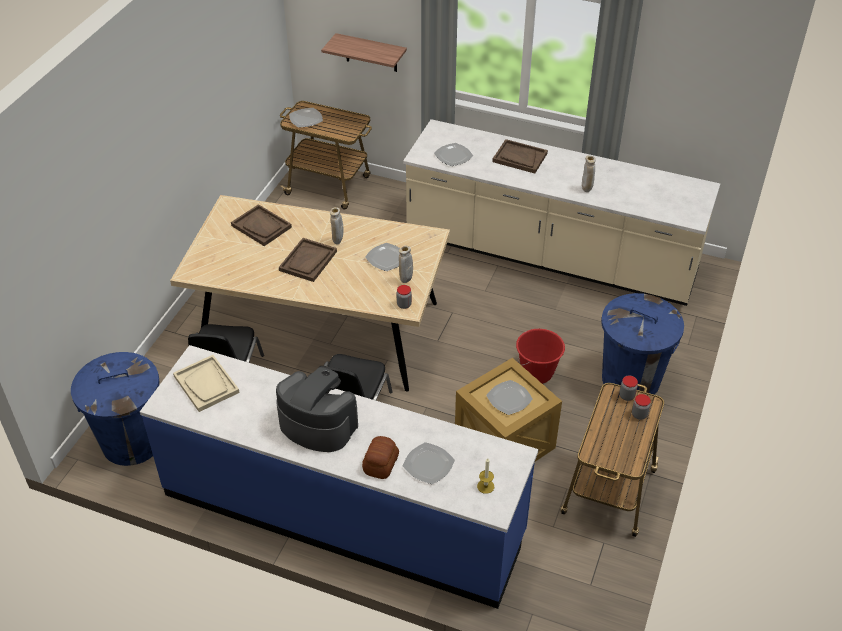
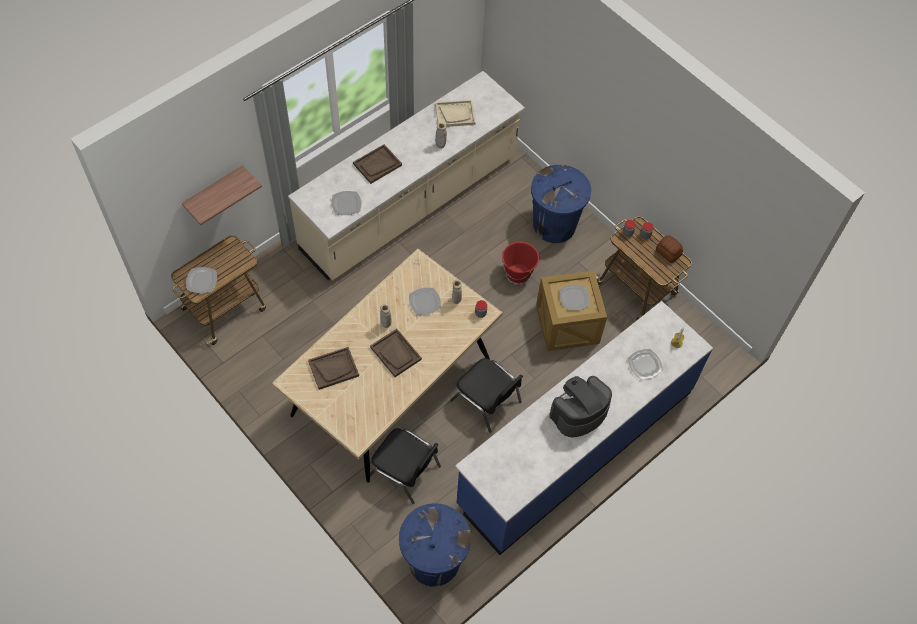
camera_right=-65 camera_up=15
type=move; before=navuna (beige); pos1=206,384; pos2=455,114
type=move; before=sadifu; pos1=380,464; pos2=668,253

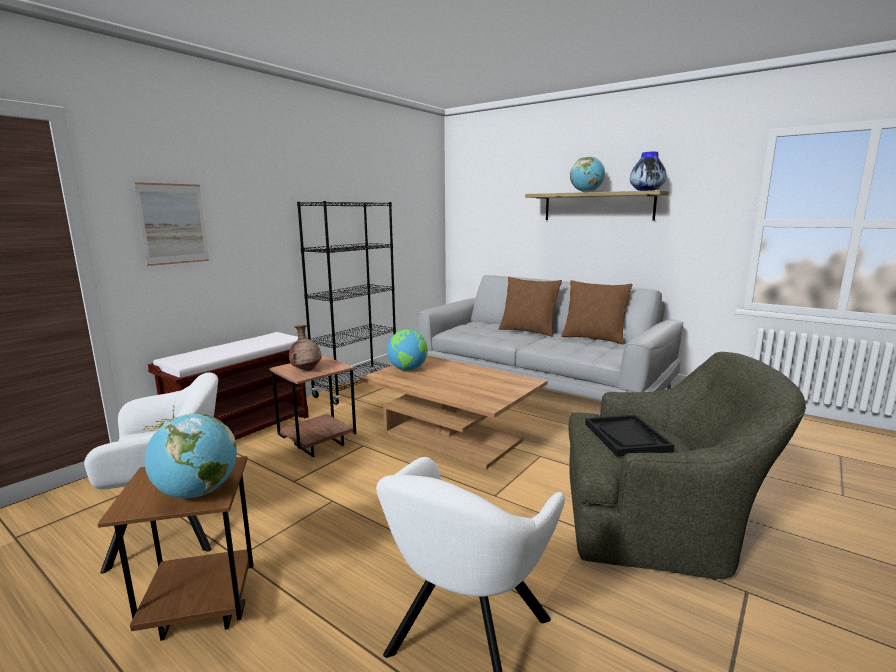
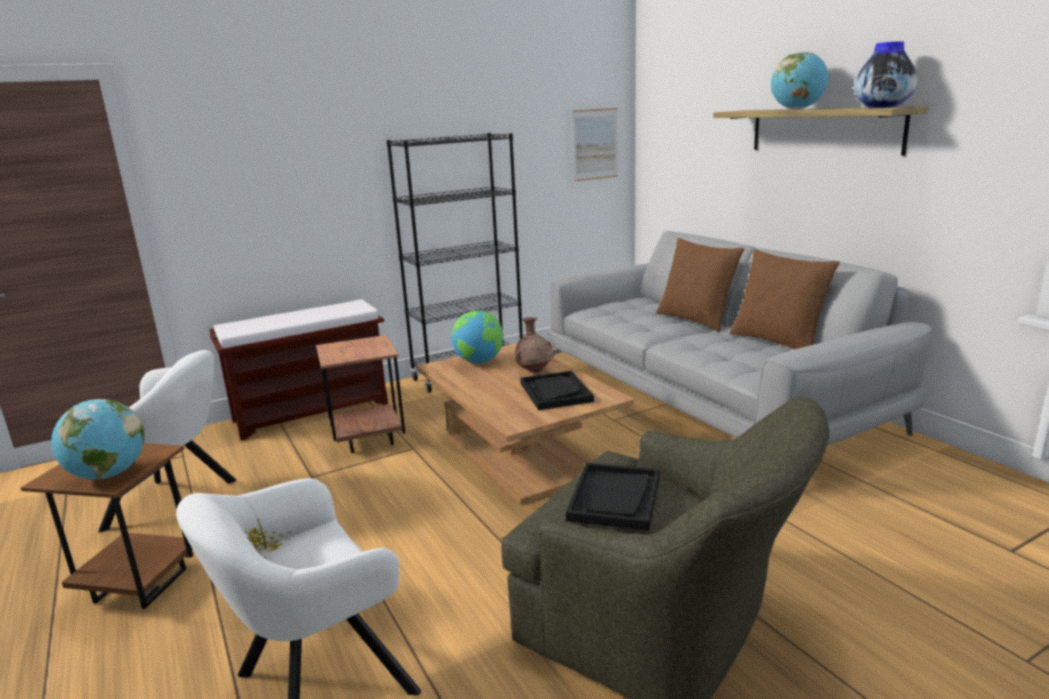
camera_right=25 camera_up=5
type=move; before=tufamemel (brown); pos1=306,370; pos2=534,371
type=insert; after=navuna (black); pos2=555,392
type=move; before=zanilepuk; pos1=173,224; pos2=595,144

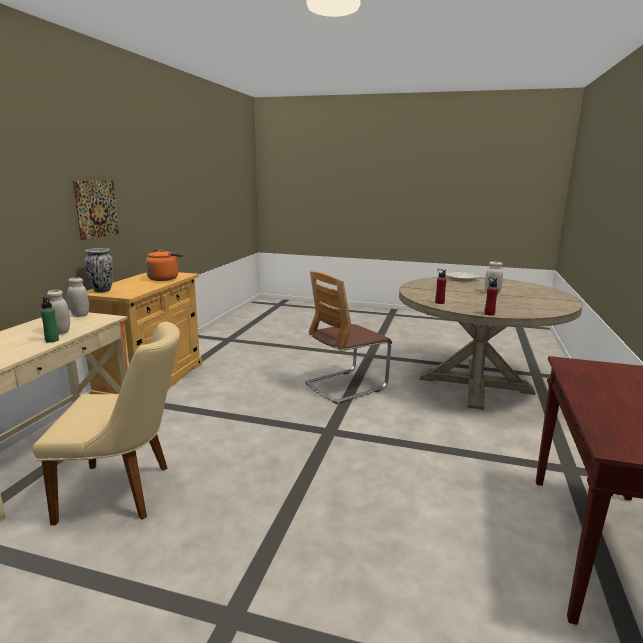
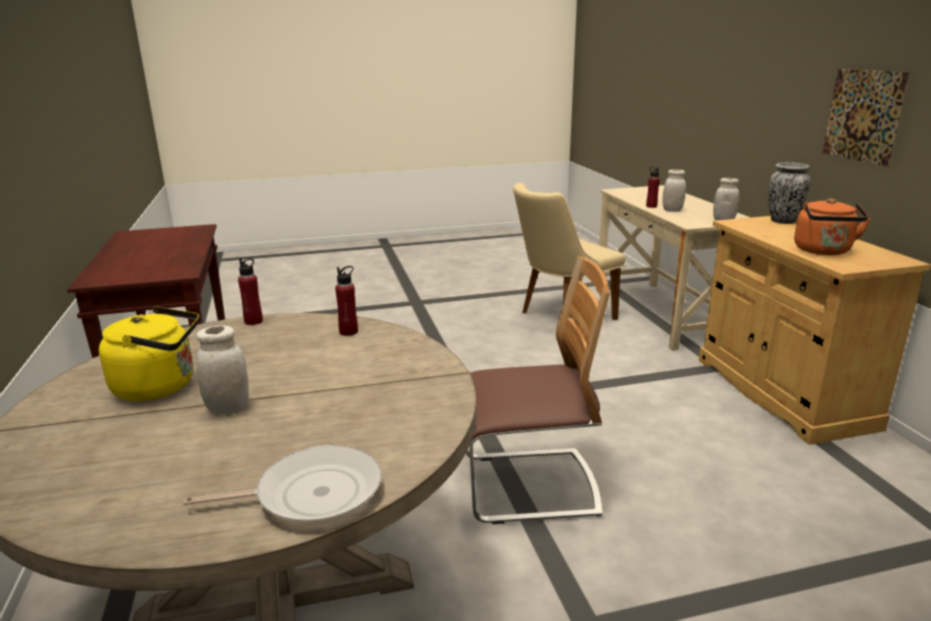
camera_right=150 camera_up=5
type=insert; after=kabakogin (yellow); pos2=160,386
type=rotate; before=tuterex; pos1=345,386; pos2=528,486; turn=60
type=recolor; before=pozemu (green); after=pozemu (red); pos1=52,340; pos2=651,206

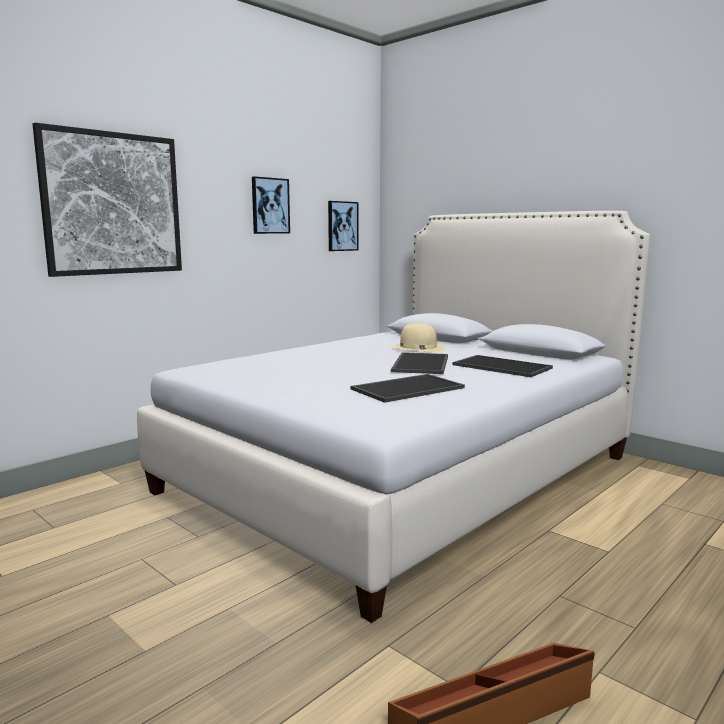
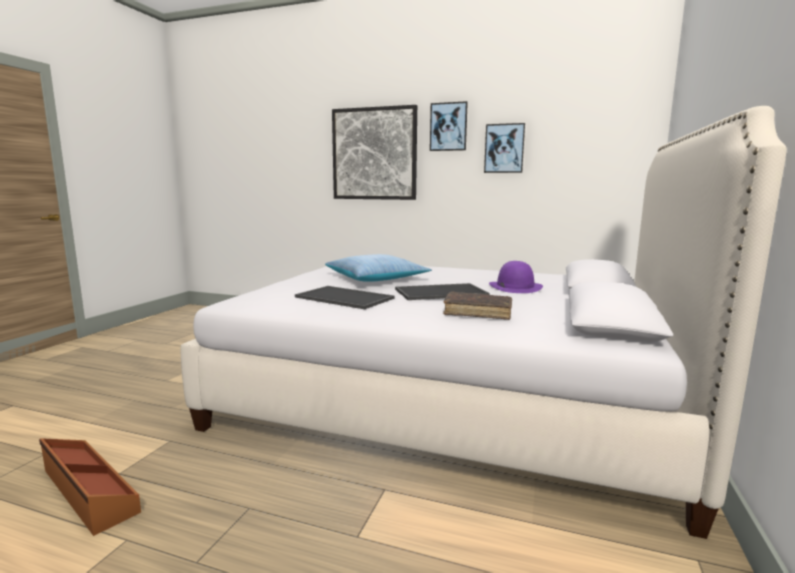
camera_right=65 camera_up=0
type=insert; after=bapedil; pos2=376,278
type=move; before=zanilepuk; pos1=342,226; pos2=448,127
type=replace; before=navuna; after=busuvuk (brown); pos1=500,366; pos2=477,312
type=recolor; before=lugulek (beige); after=lugulek (purple); pos1=418,348; pos2=515,287

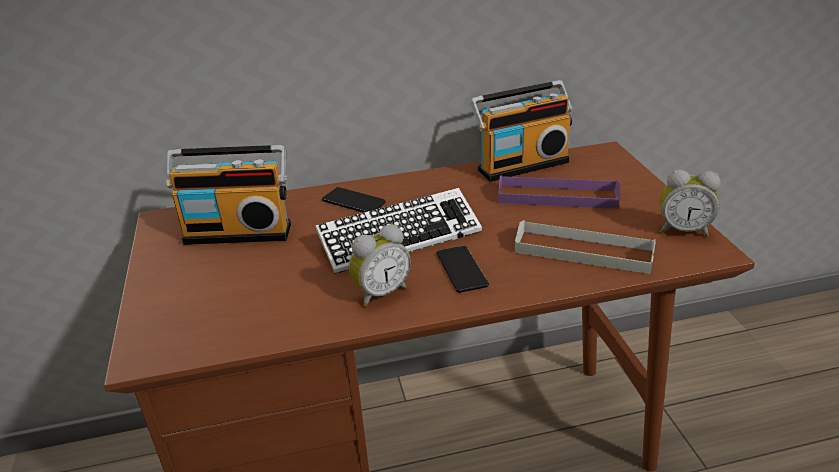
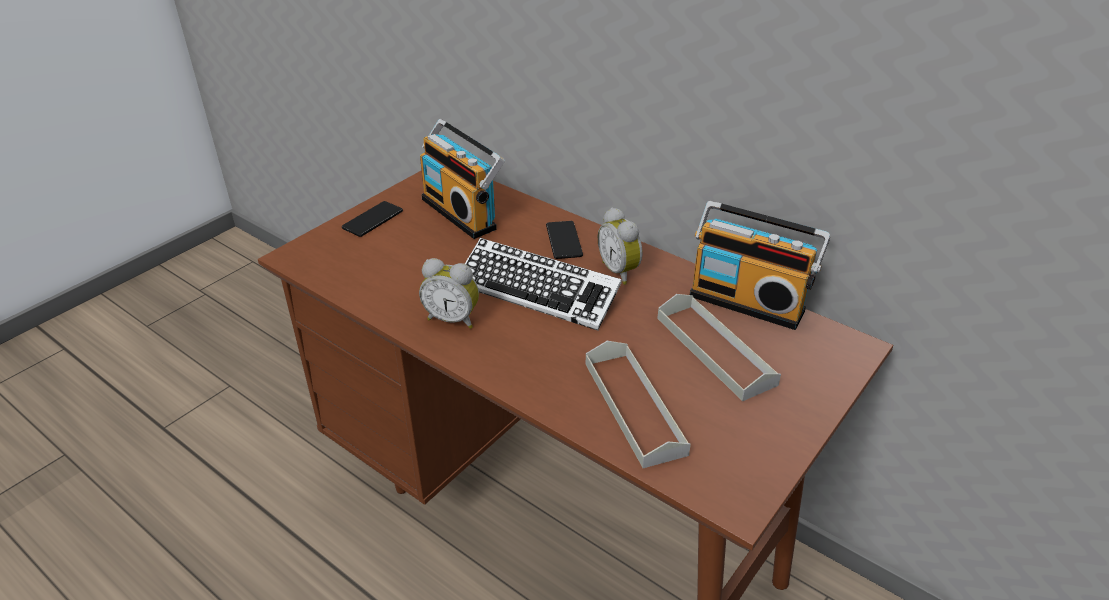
camera_right=50 camera_up=5
type=move; before=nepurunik; pos1=461,269; pos2=373,220
type=move; before=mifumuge; pos1=683,230; pos2=621,271
type=recolor; before=navuna (purple); after=navuna (grey); pos1=557,196; pos2=715,350

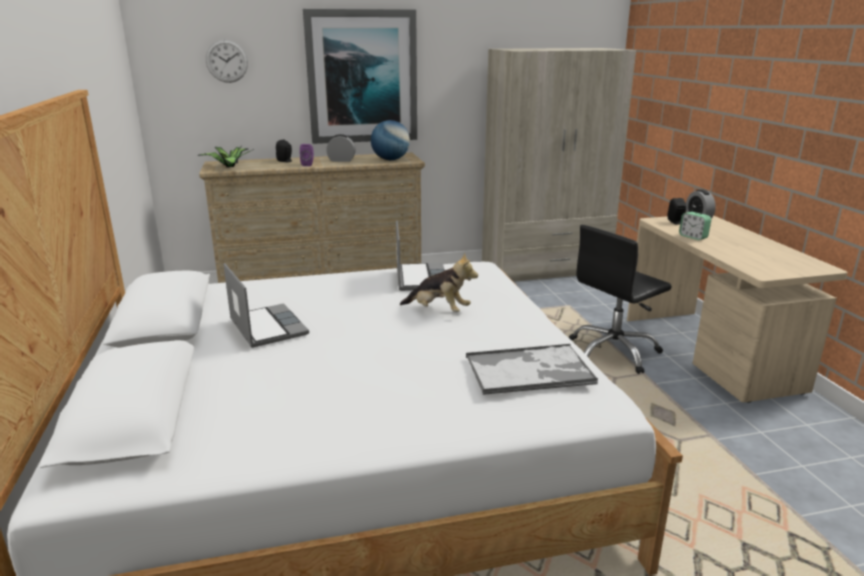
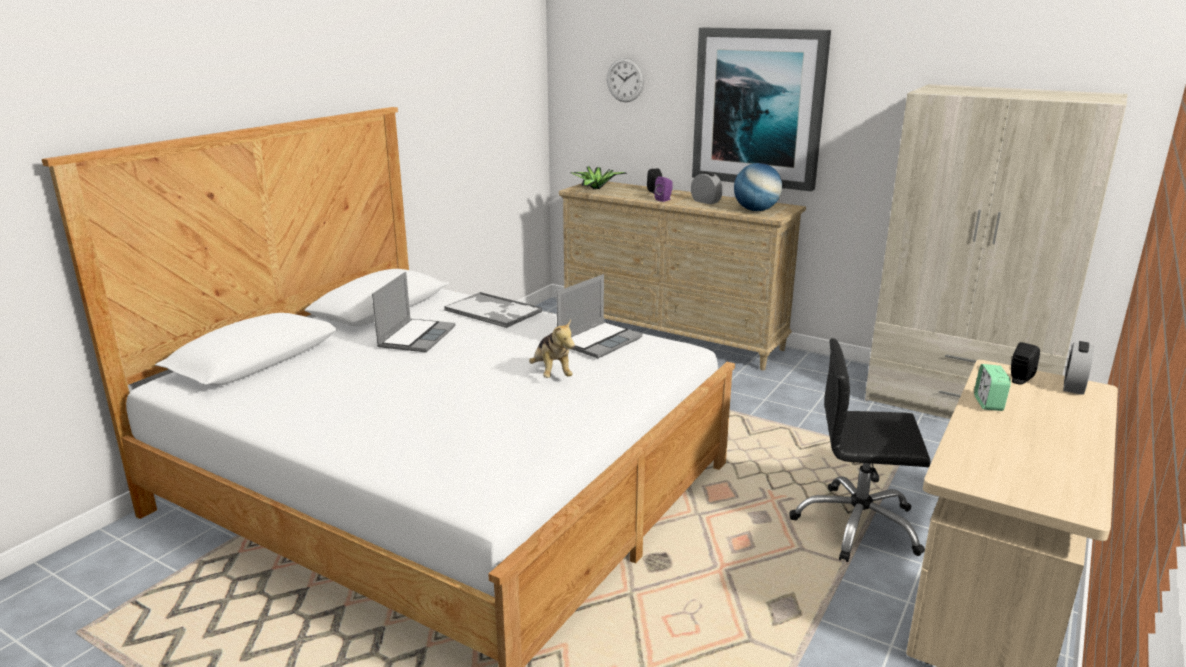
camera_right=45 camera_up=0
type=move; before=navuna; pos1=530,370; pos2=493,311

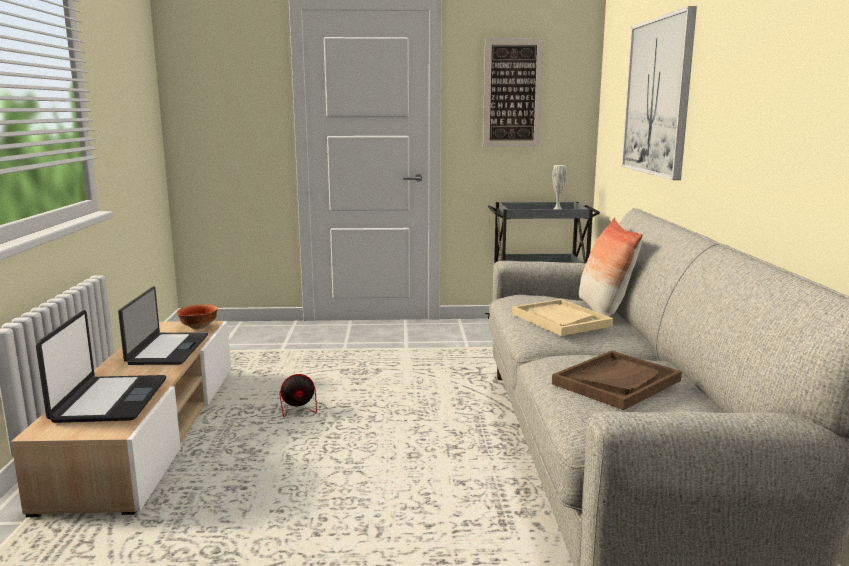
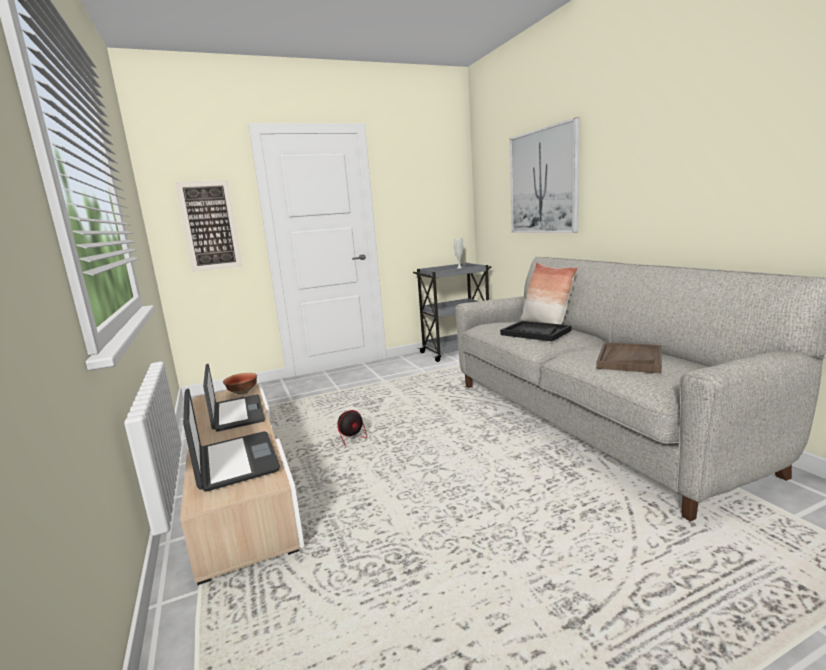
camera_right=-20 camera_up=0
type=move; before=zanilepuk; pos1=512,93; pos2=210,226
type=recolor; before=navuna (beige); after=navuna (black); pos1=560,319; pos2=535,333

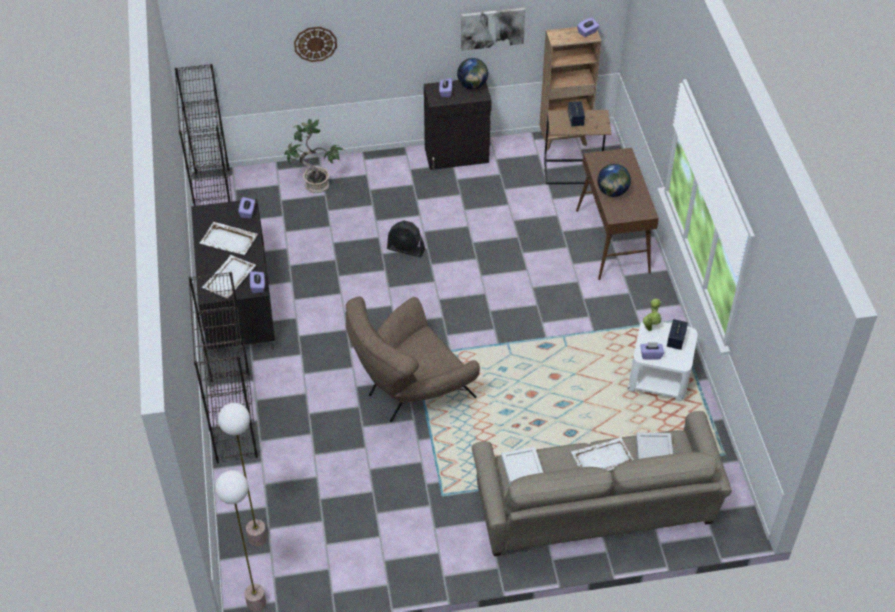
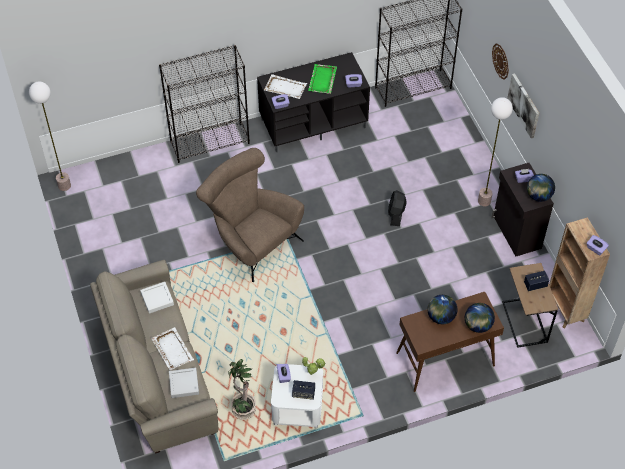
camera_right=80 camera_up=5
type=move; before=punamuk; pos1=316,185; pos2=242,409
type=recolor; before=navuna (white); after=navuna (green); pos1=229,240; pos2=322,80
type=insert; after=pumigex; pos2=477,325
type=move; before=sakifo; pos1=257,538; pos2=484,201
type=move; before=zanilepuk; pos1=492,28; pos2=524,105

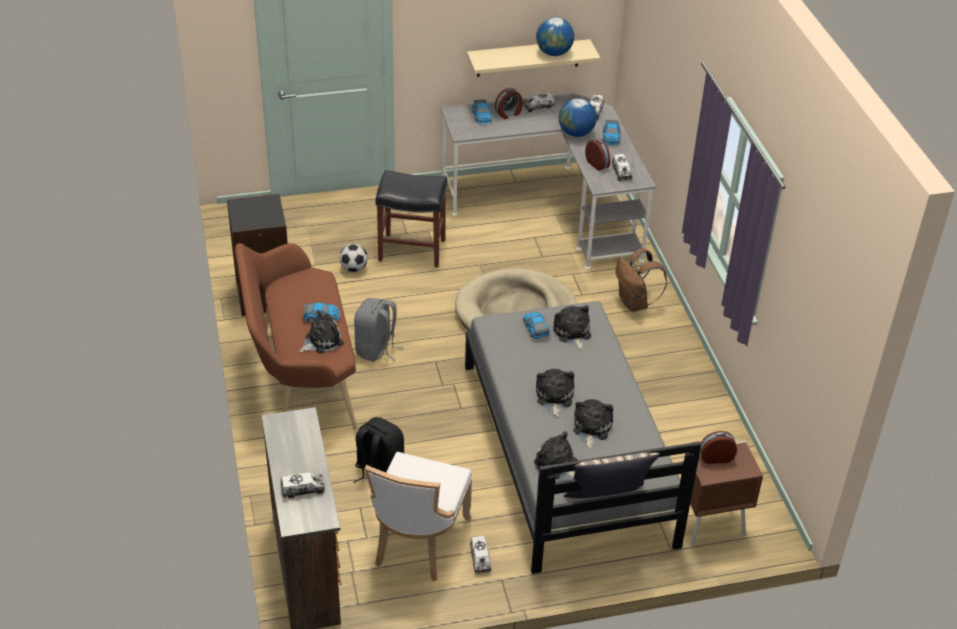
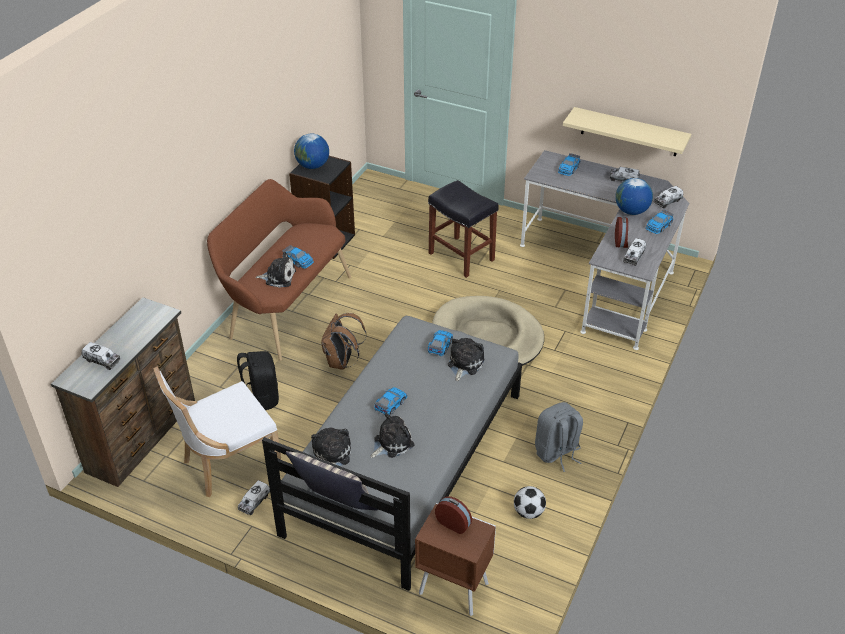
camera_right=40 camera_up=0
type=move; before=pumigex; pos1=554,53; pos2=312,166
type=move; before=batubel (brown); pos1=635,303; pos2=341,362
type=replace; before=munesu; after=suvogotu; pos1=554,397; pos2=391,404
type=move; before=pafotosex; pos1=354,268; pos2=528,512
type=move; before=batubel (grey); pos1=376,349; pos2=557,452
type=delete; before=mifumuge; pos1=508,114

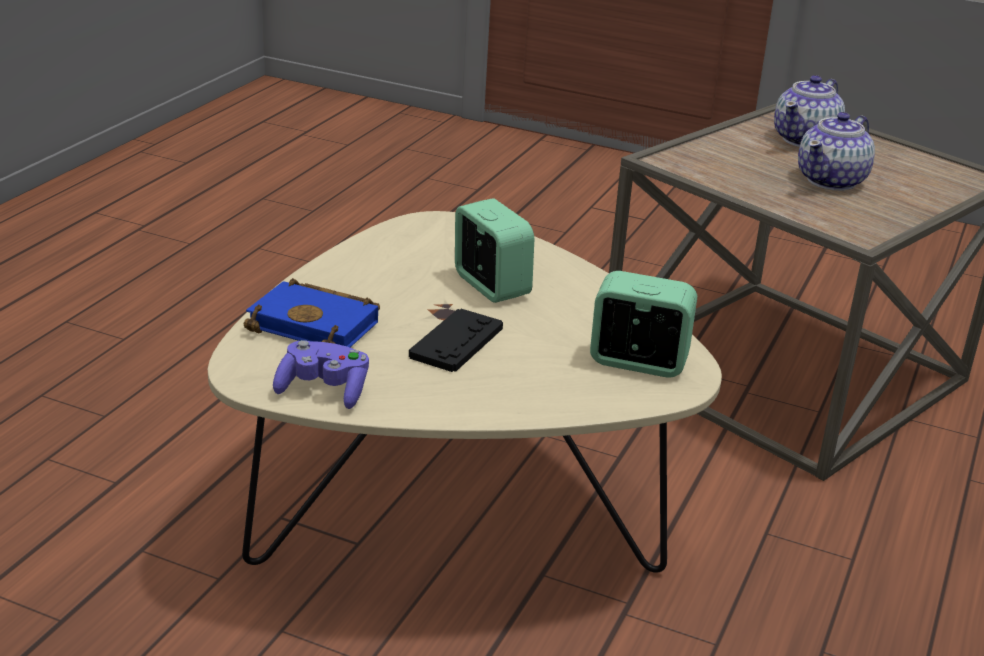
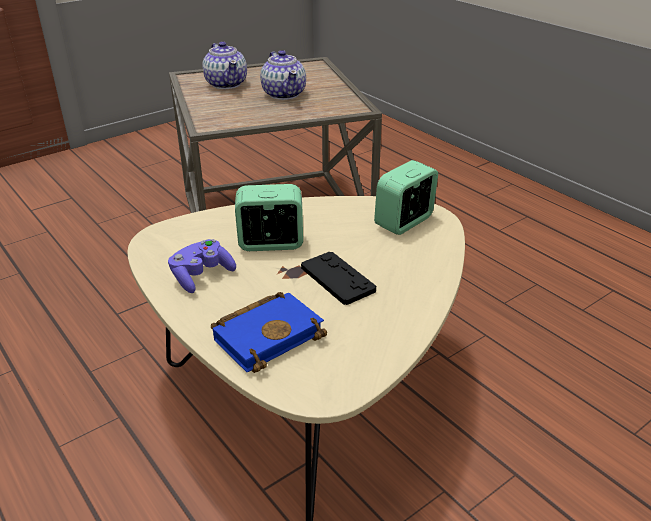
camera_right=-60 camera_up=5
type=move; before=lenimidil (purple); pos1=324,390; pos2=201,276

